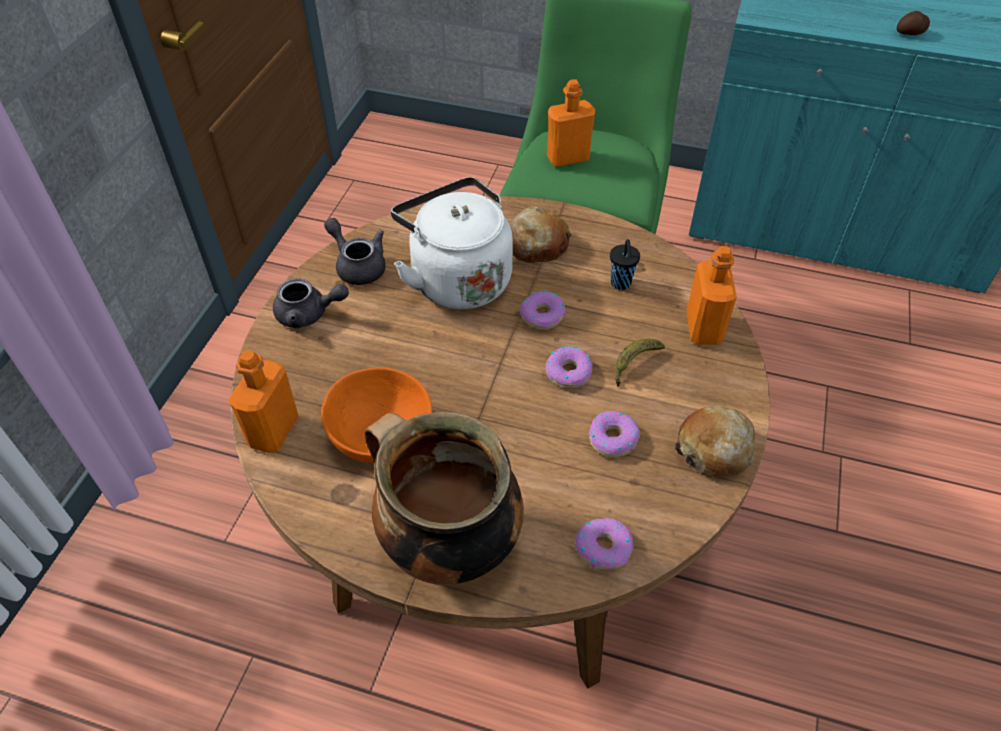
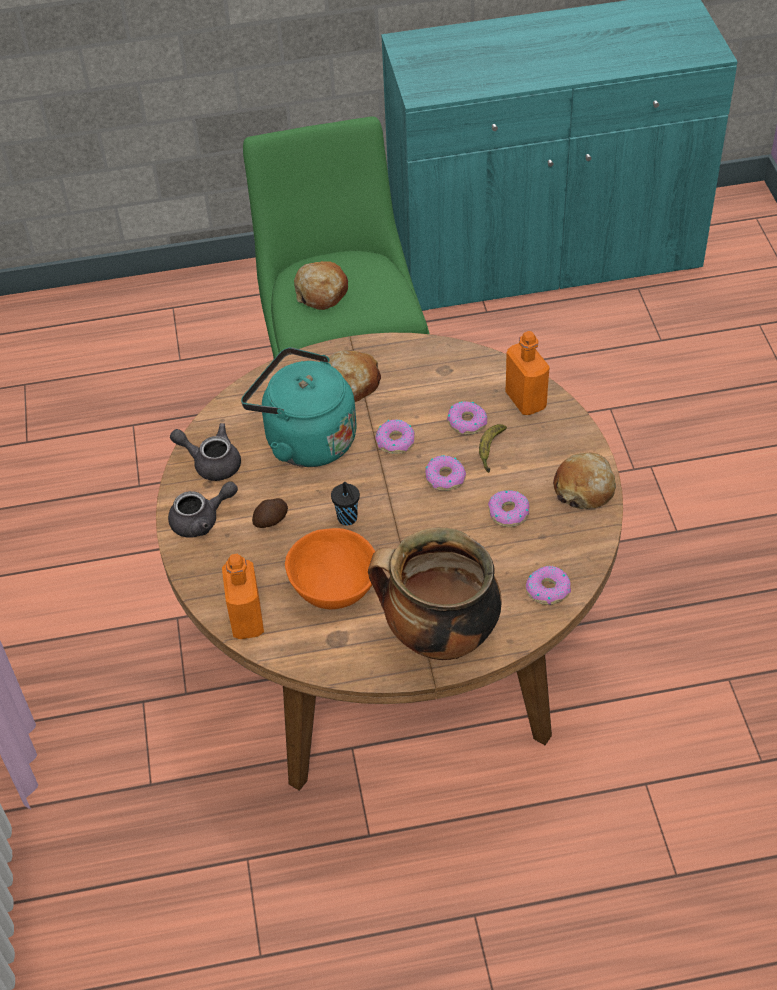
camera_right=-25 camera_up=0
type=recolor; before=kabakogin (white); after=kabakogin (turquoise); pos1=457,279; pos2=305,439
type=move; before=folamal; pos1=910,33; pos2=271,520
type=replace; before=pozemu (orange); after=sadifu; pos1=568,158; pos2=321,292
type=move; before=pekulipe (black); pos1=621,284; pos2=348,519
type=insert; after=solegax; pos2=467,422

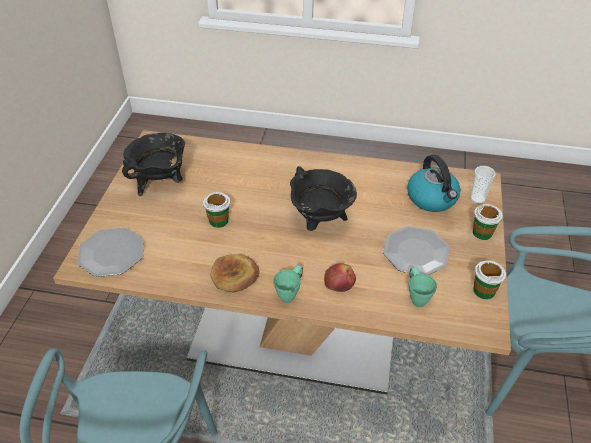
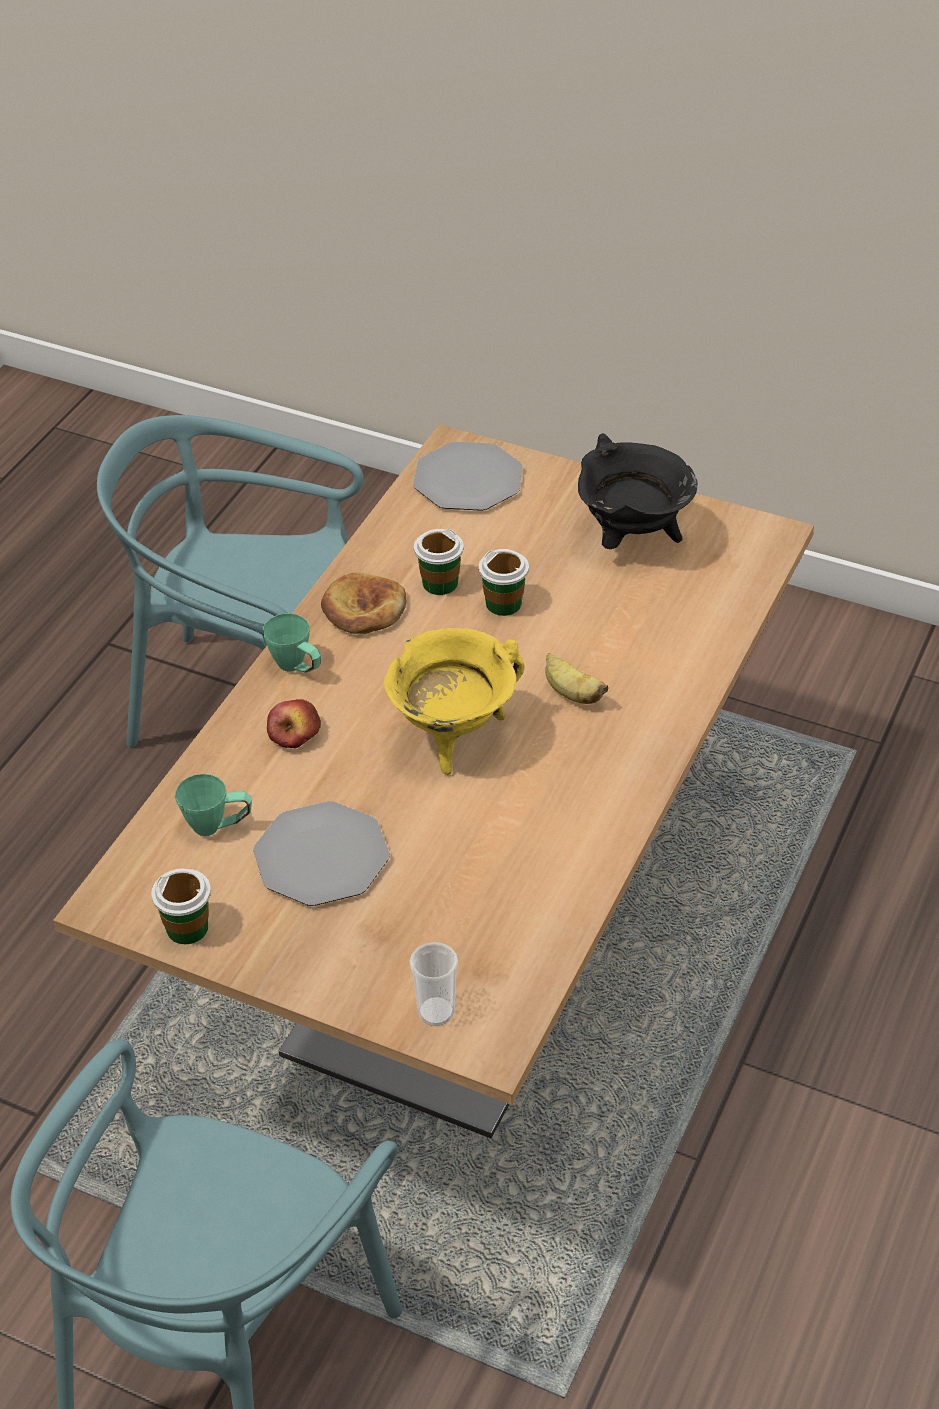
camera_right=105 camera_up=0
type=recolor; before=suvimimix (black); after=suvimimix (yellow); pos1=320,222; pos2=453,737
type=move; before=pekulipe; pos1=482,233; pos2=440,583
type=insert; after=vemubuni; pos2=571,693
type=delete; before=kabakogin; pos1=432,198

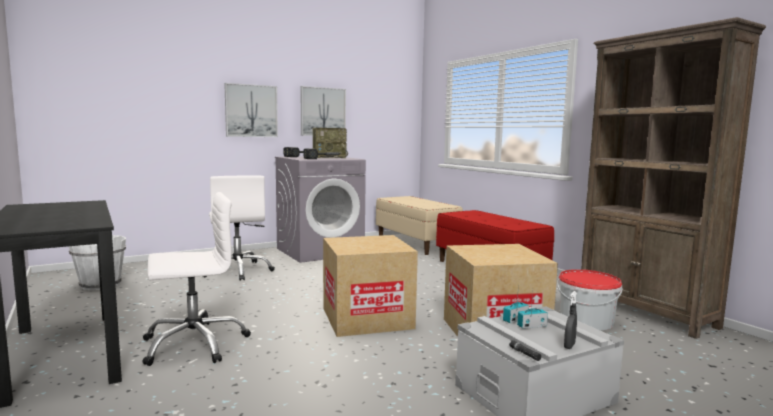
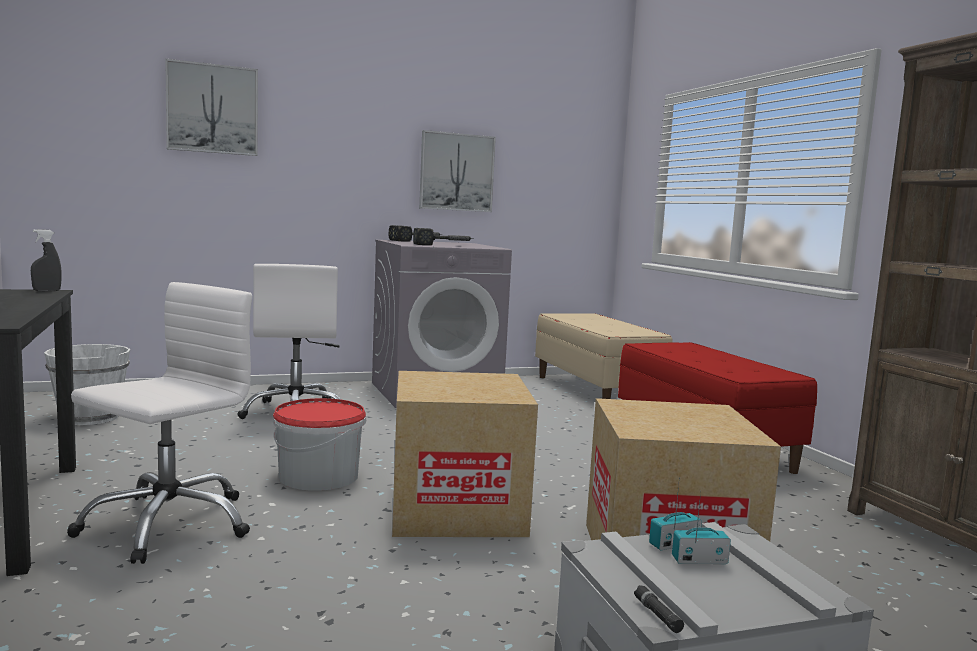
camera_right=10 camera_up=0
type=move; before=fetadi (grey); pos1=569,346; pos2=46,291
type=rotate; before=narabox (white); pos1=194,344; pos2=167,524; turn=-45
type=move; before=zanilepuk; pos1=251,111; pos2=212,109
type=move; before=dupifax; pos1=586,320; pos2=319,476
type=delete; before=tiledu; pos1=329,157

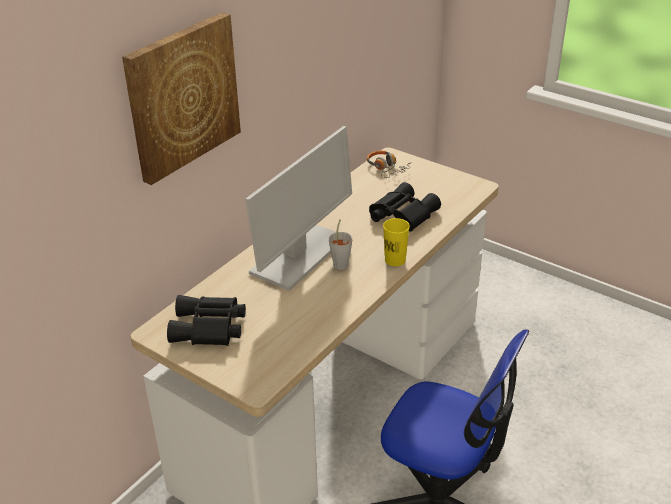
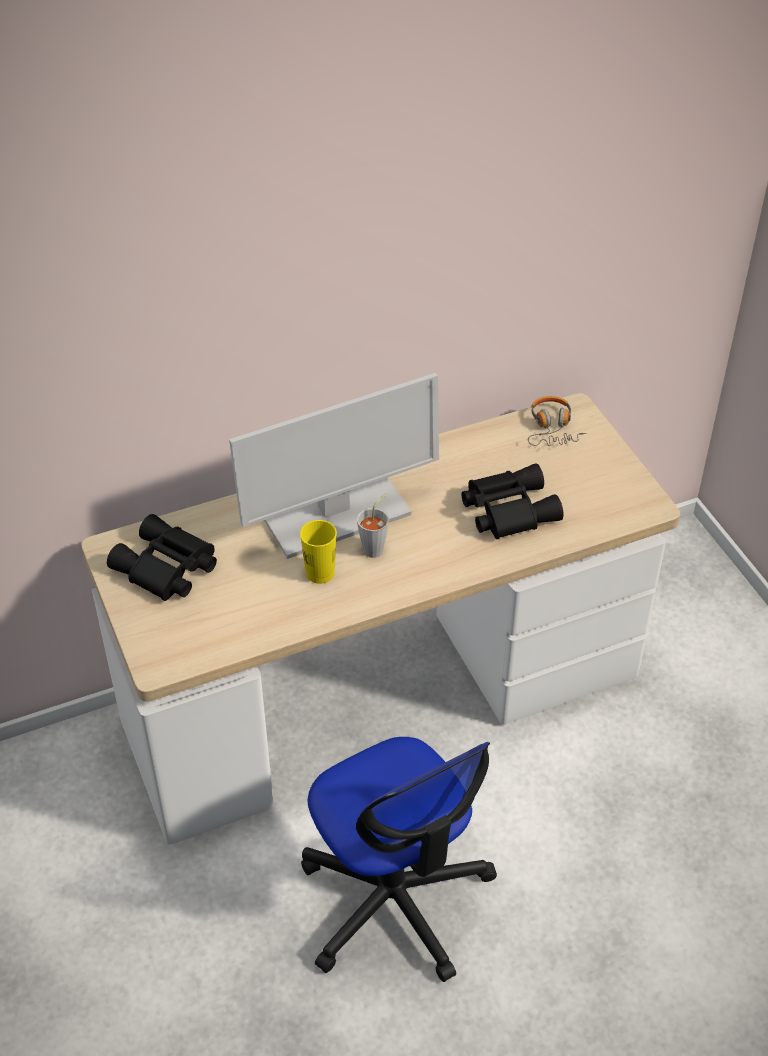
camera_right=30 camera_up=10
type=move; before=pekulipe (yellow); pos1=395,260; pos2=320,573
type=delete; before=zanilepuk; pos1=182,96

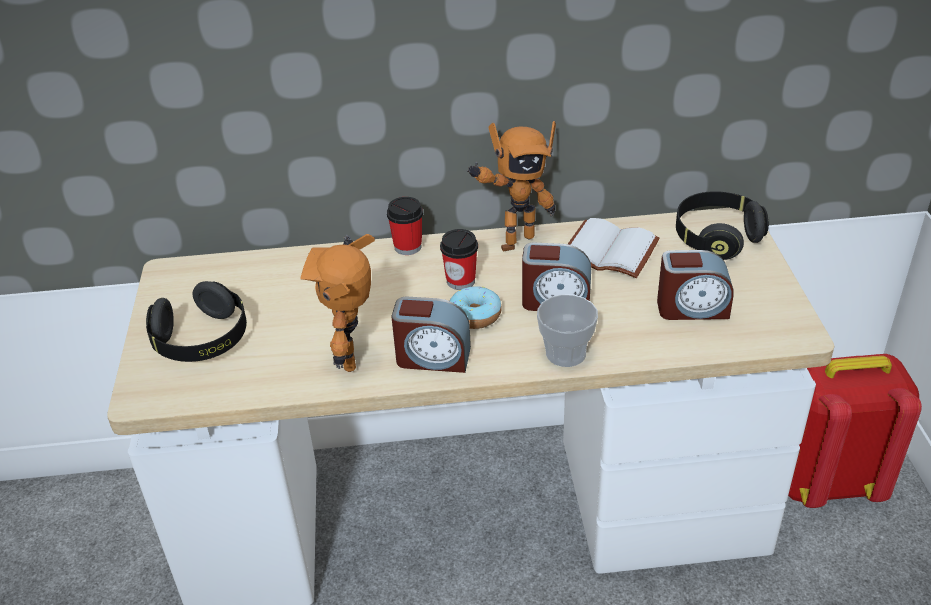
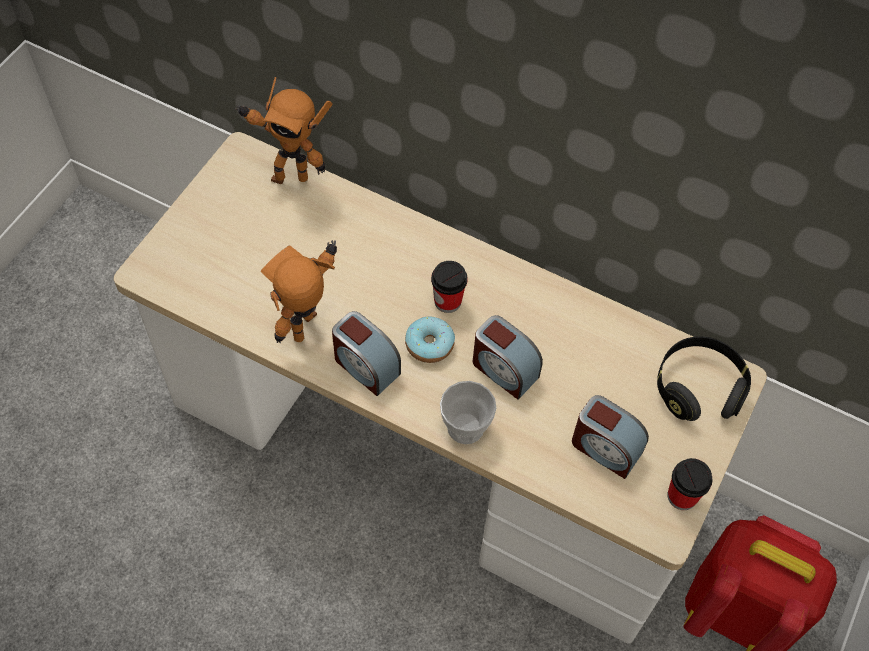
camera_right=30 camera_up=20
type=move; before=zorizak; pos1=514,240; pos2=290,175
type=move; before=pekulipe; pos1=408,247; pos2=682,496
type=delete; before=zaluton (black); pos1=202,340
type=delete; before=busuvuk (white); pos1=607,252

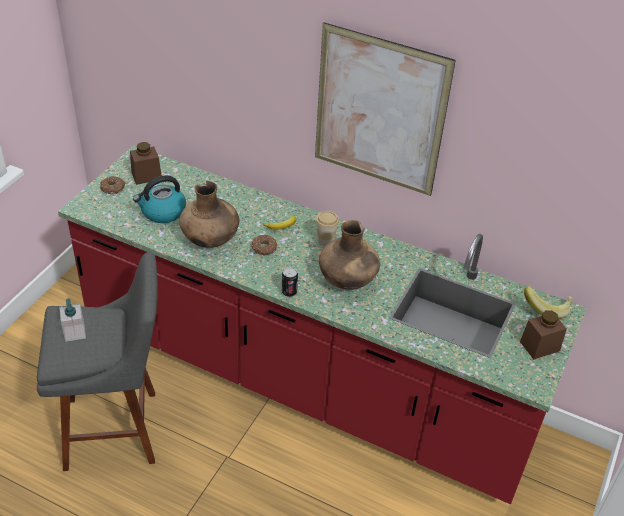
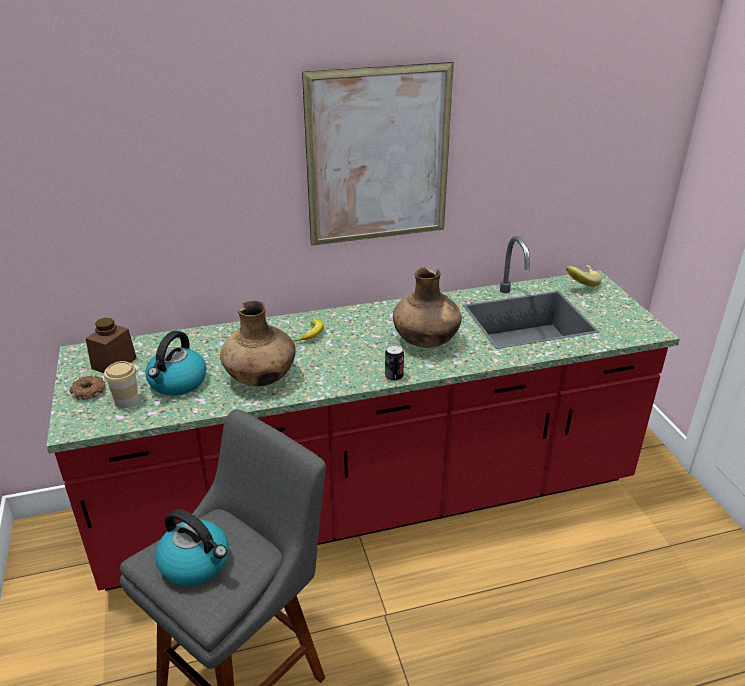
camera_right=-40 camera_up=-10
type=move; before=pekulipe; pos1=325,240; pos2=126,401
type=replace; before=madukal; after=kabakogin; pos1=74,333; pos2=196,563
type=delete; before=solegax; pos1=264,248
type=delete; before=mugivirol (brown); pos1=539,346

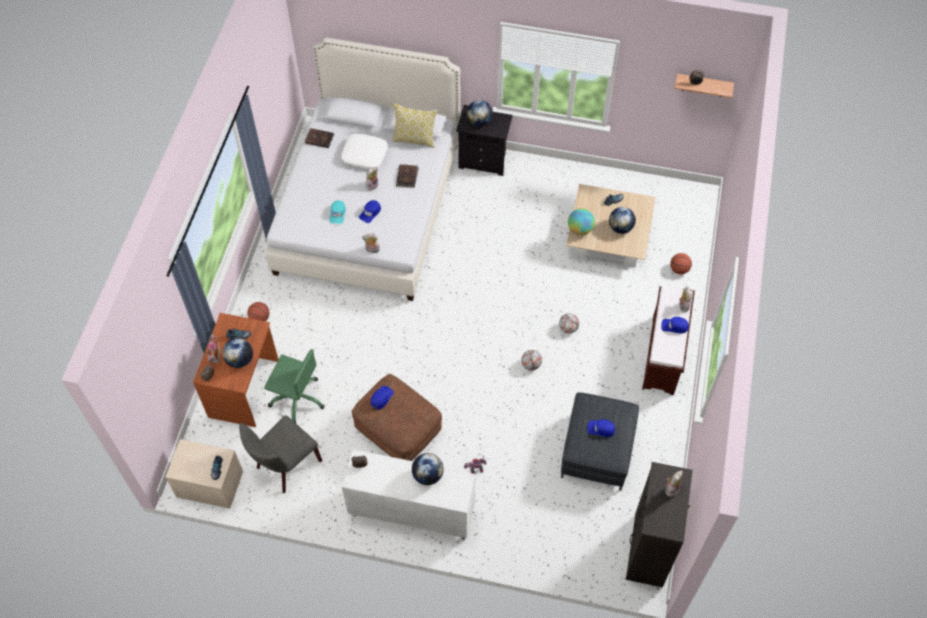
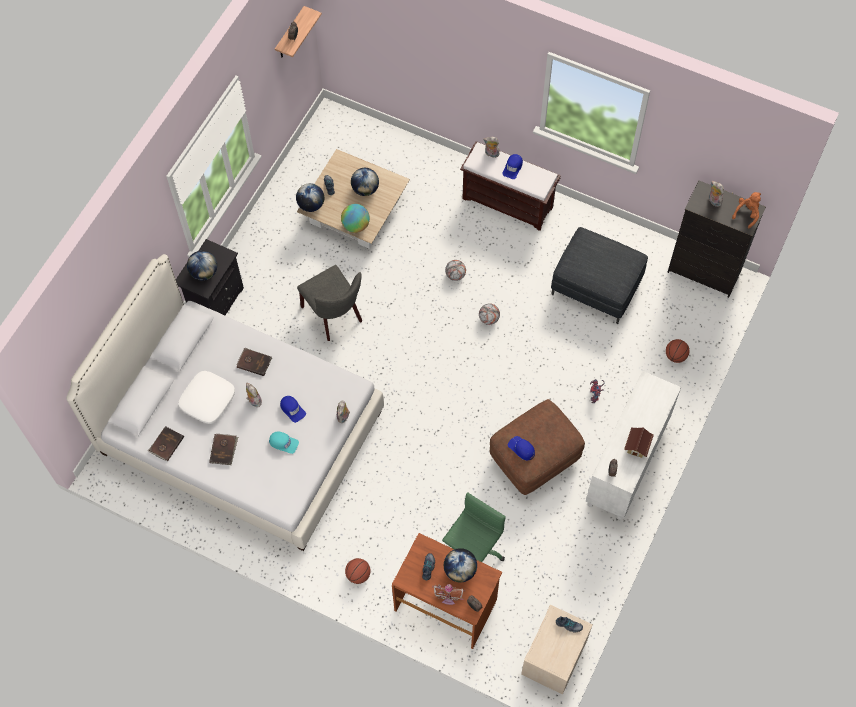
camera_right=-75 camera_up=5
type=insert; after=busuvuk (brown); pos2=224,450
type=move; before=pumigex; pos1=427,475; pos2=311,205
type=move; before=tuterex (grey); pos1=285,466; pos2=334,316
type=insert; after=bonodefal; pos2=637,447
type=move; before=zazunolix; pos1=679,269; pos2=675,356
type=insert; after=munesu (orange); pos2=747,214
type=delete; before=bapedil; pos1=415,139
type=delete; before=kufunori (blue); pos1=601,429

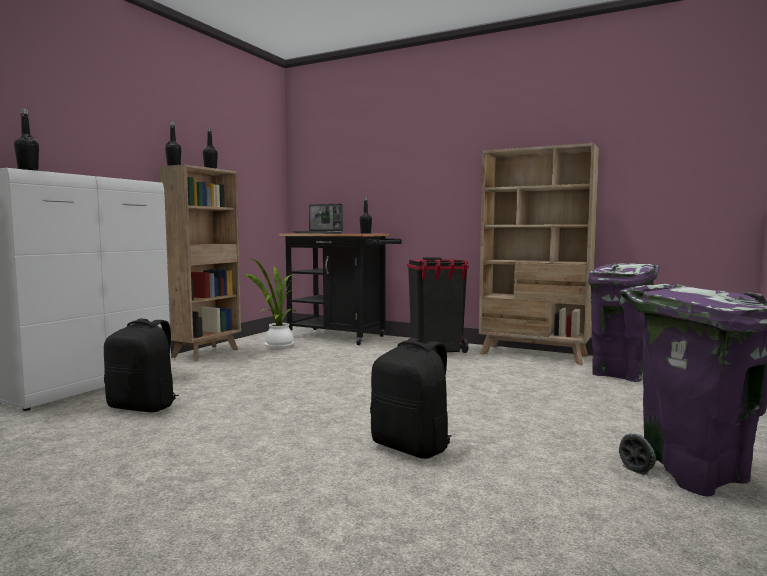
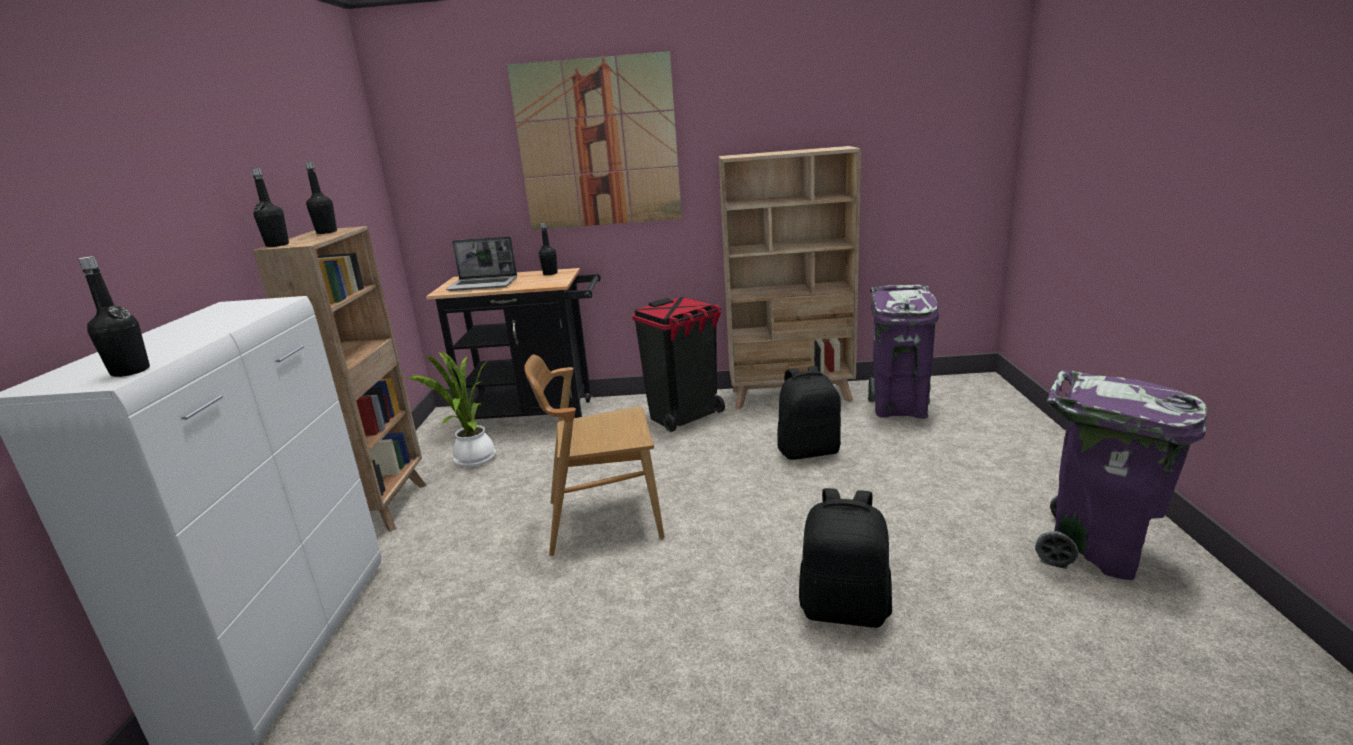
camera_right=-25 camera_up=15
type=insert; after=zanilepuk; pos2=597,144
type=insert; after=tuterex (brown); pos2=603,519
type=move; before=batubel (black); pos1=144,407; pos2=809,451

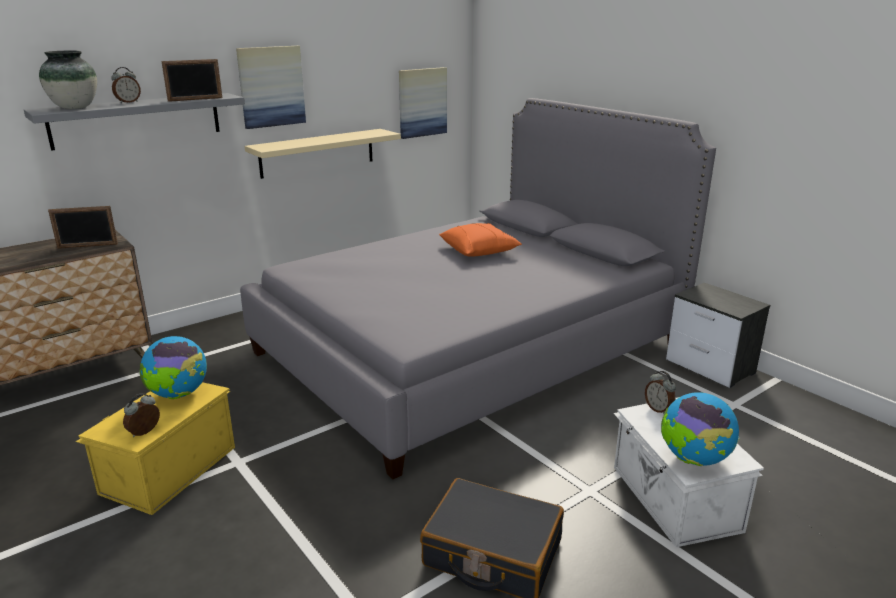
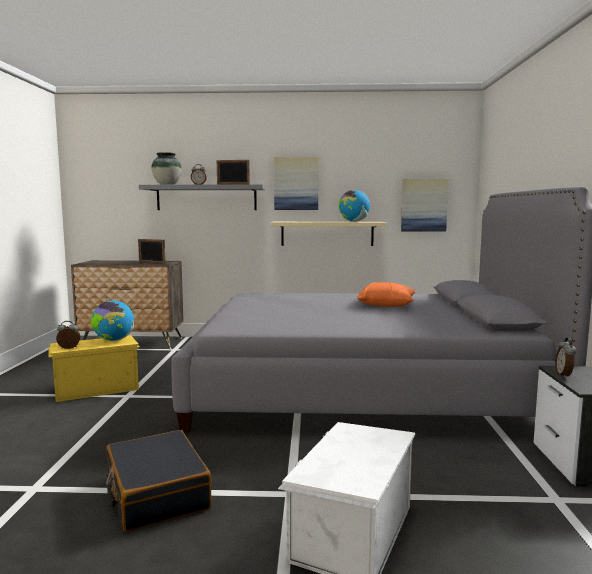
camera_right=40 camera_up=-15
type=move; before=pumigex; pos1=694,459; pos2=354,221
type=move; before=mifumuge; pos1=658,409; pos2=564,375

